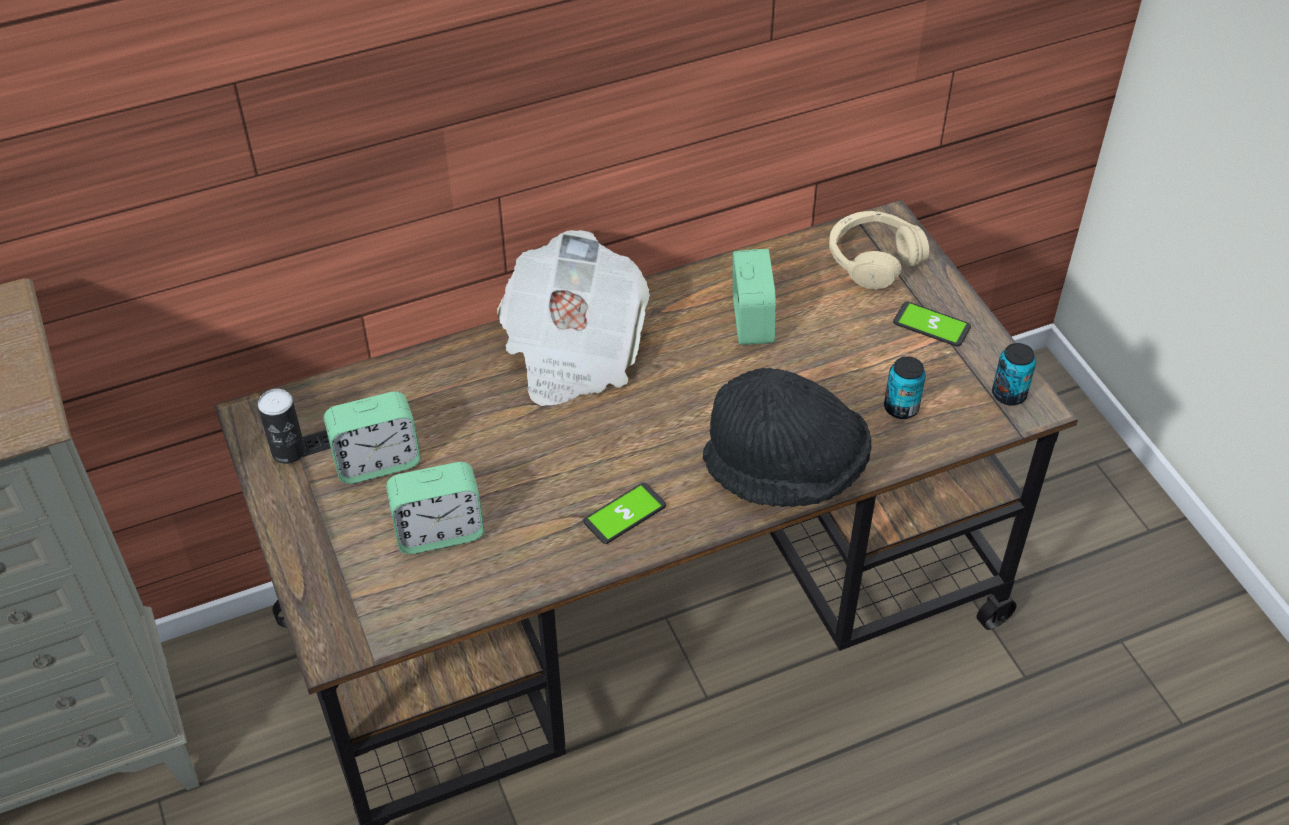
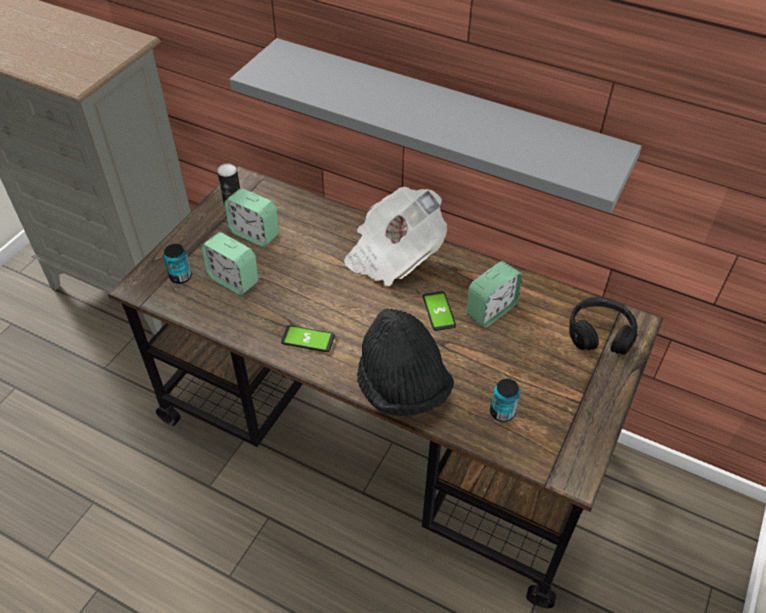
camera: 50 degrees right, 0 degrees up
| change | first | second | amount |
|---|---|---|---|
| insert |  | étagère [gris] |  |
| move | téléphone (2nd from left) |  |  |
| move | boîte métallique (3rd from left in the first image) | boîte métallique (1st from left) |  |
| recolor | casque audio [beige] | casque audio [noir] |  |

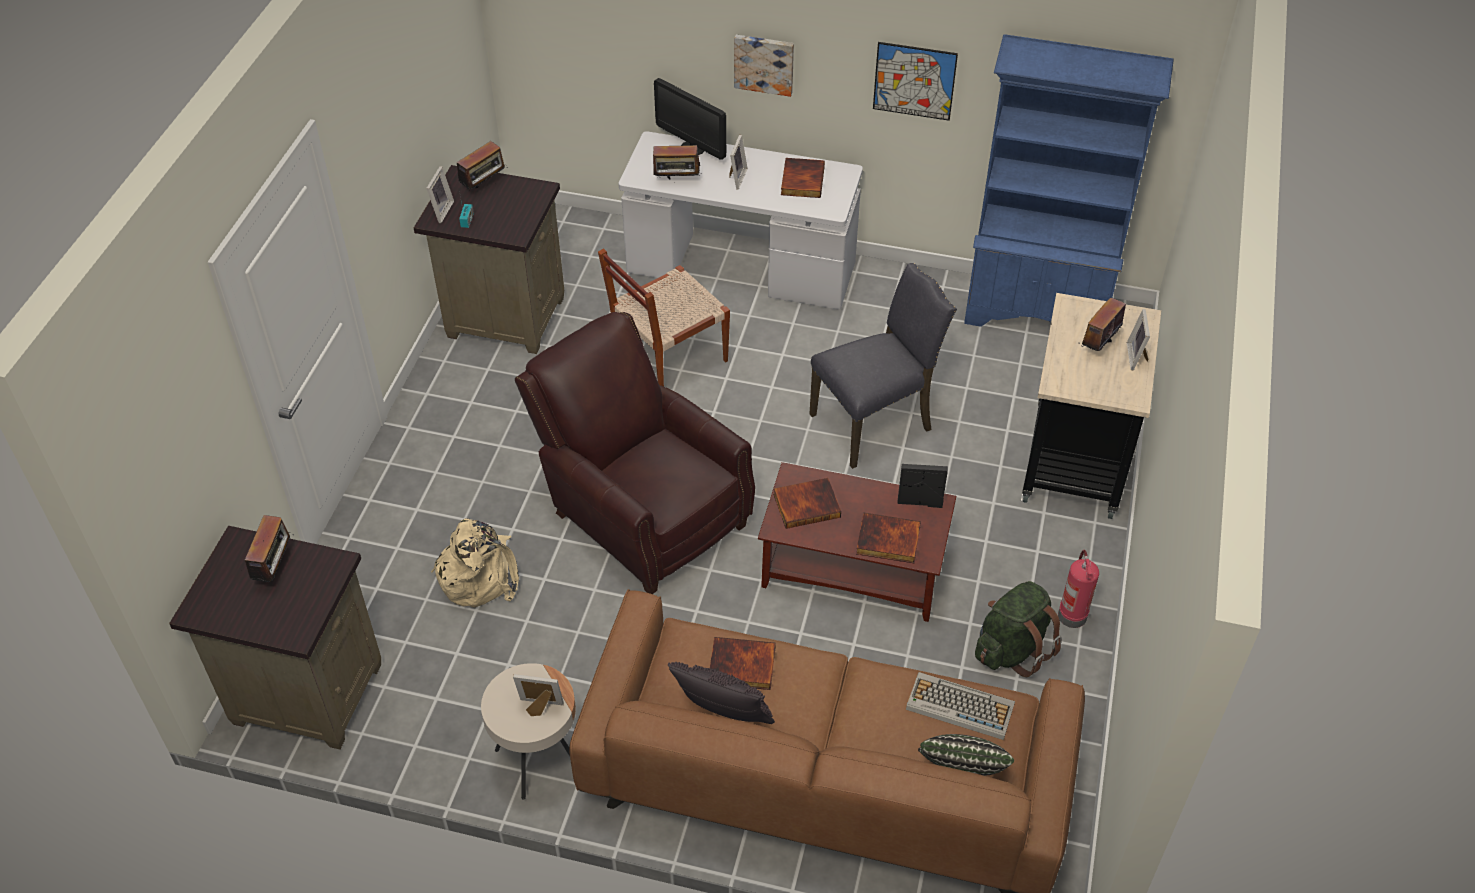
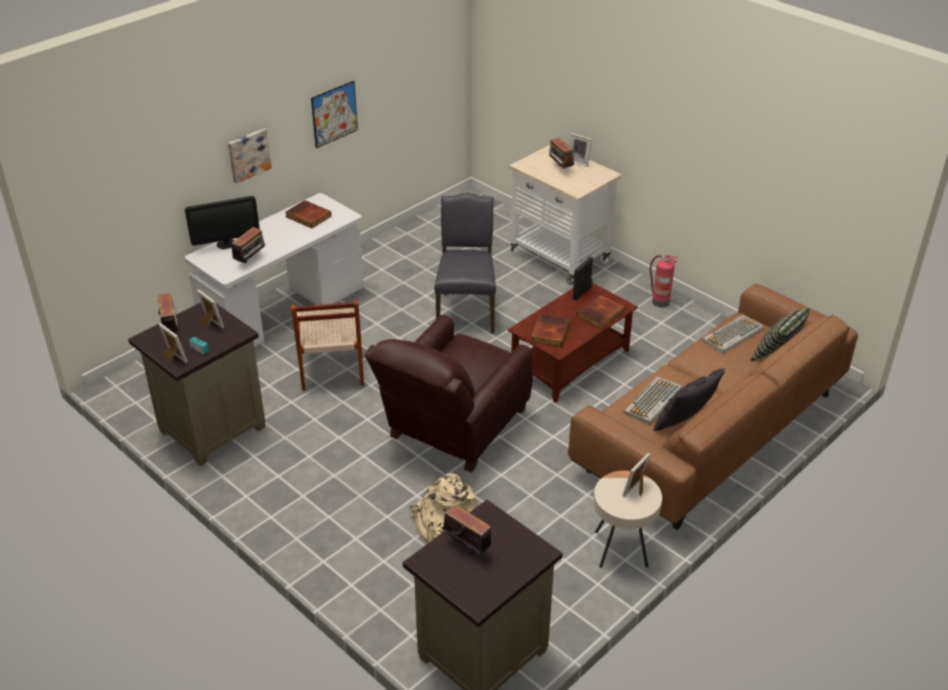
camera: 60 degrees left, 10 degrees down
| change | first | second | amount |
|---|---|---|---|
| delete | bibliothèque [bleu] |  |  |
| delete | sac à dos [vert] |  |  |
| move | cadre photo (3rd from left in the first image) | cadre photo (2nd from left) |  |
| replace | livre (1st from left) | clavier (1st from left) |  |
| recolor | chariot [noir] | chariot [blanc] |  |
| rotate | fauteuil [marron] |  | 45 degrees counterclockwise |

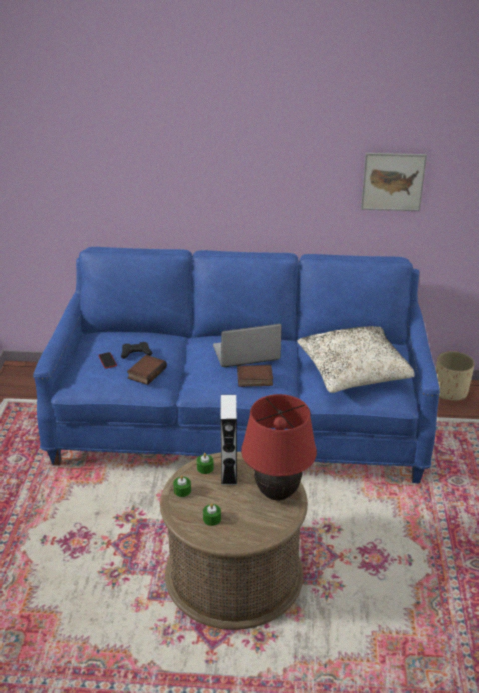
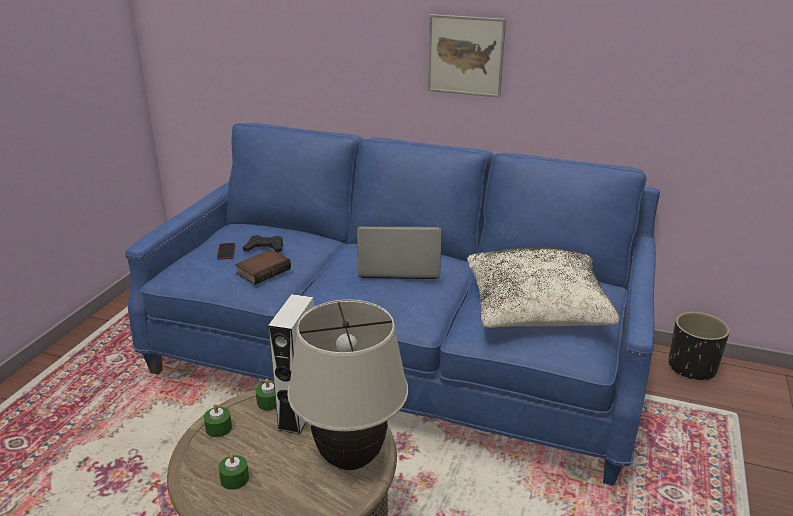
camera: 15 degrees right, 5 degrees down
| change | first | second | amount |
|---|---|---|---|
| delete | livre (2nd from left) |  |  |
| move | tableau |  |  |
| recolor | lampe de table [rouge] | lampe de table [beige] |  |
| recolor | cache-pot [beige] | cache-pot [noir] |  |

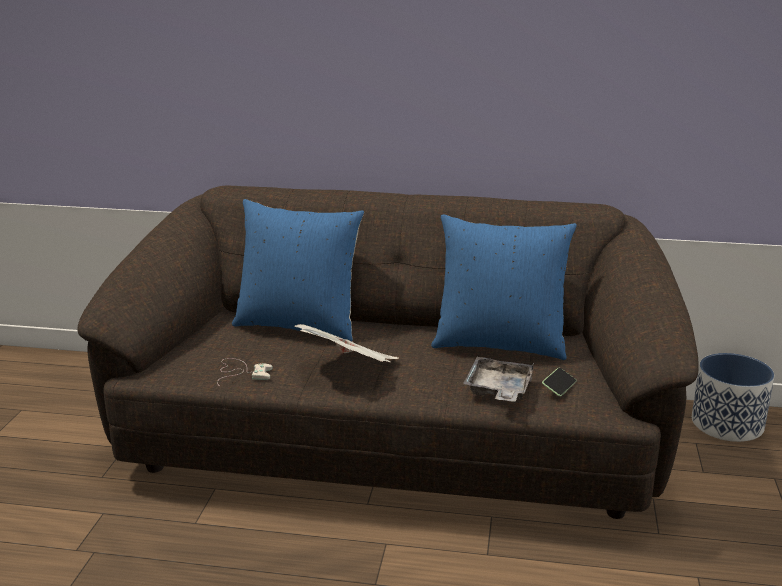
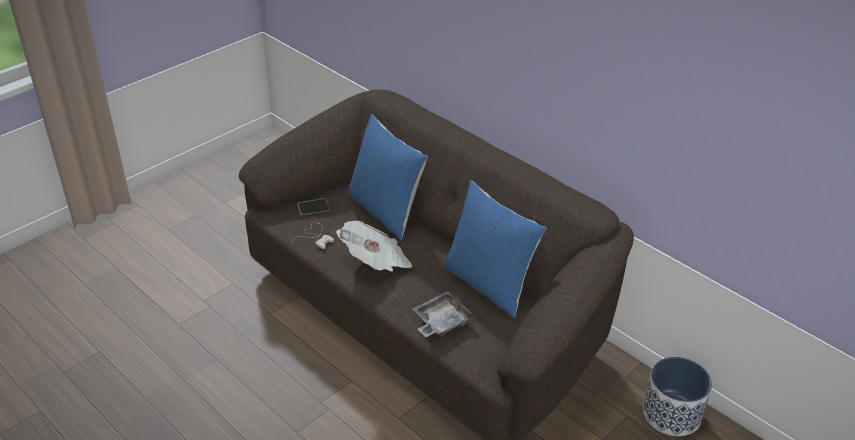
camera: 35 degrees right, 15 degrees up
| change | first | second | amount |
|---|---|---|---|
| move | téléphone |  |  |

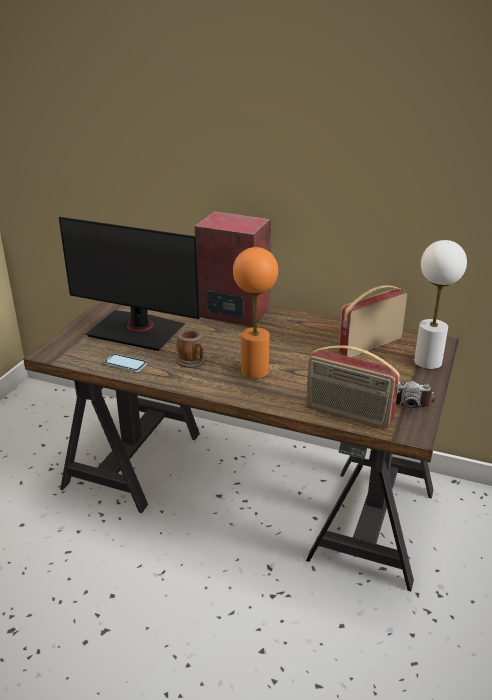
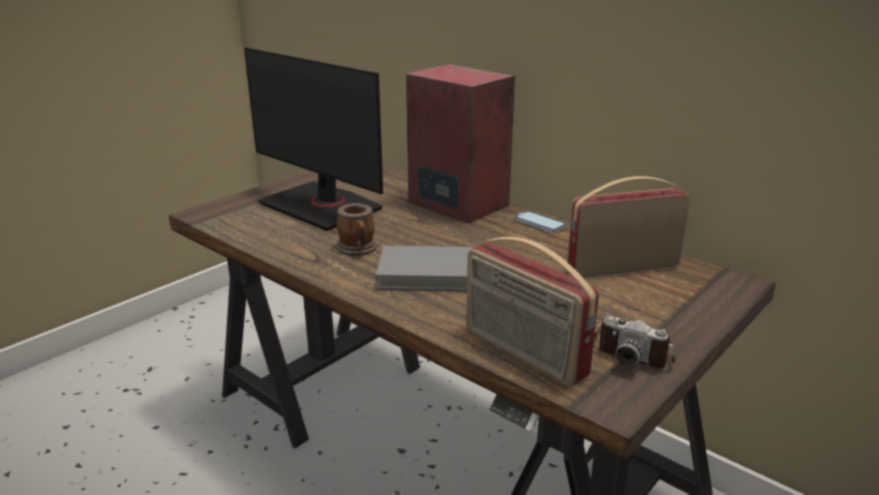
camera: 20 degrees right, 5 degrees down
| change | first | second | amount |
|---|---|---|---|
| delete | lampe de table [blanc] |  |  |
| move | téléphone |  |  |
| replace | lampe de table [orange] | livre [gris] |  |

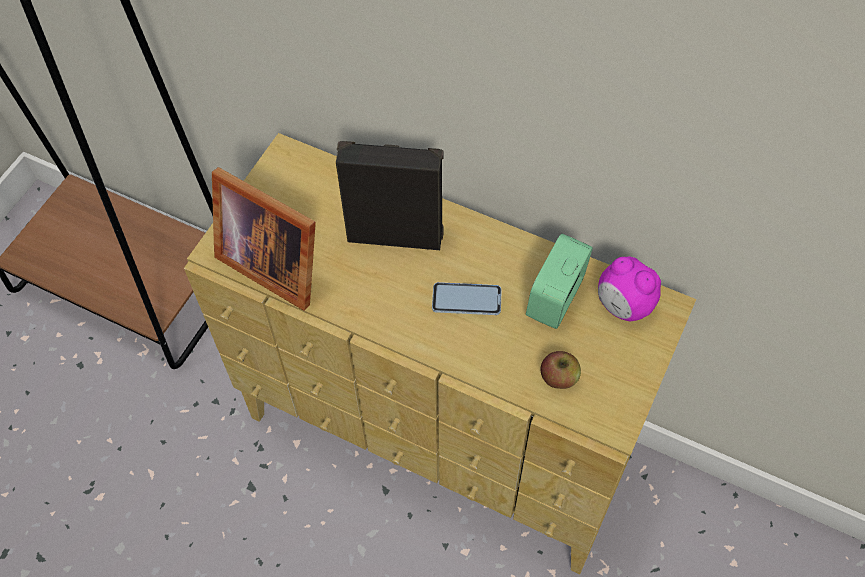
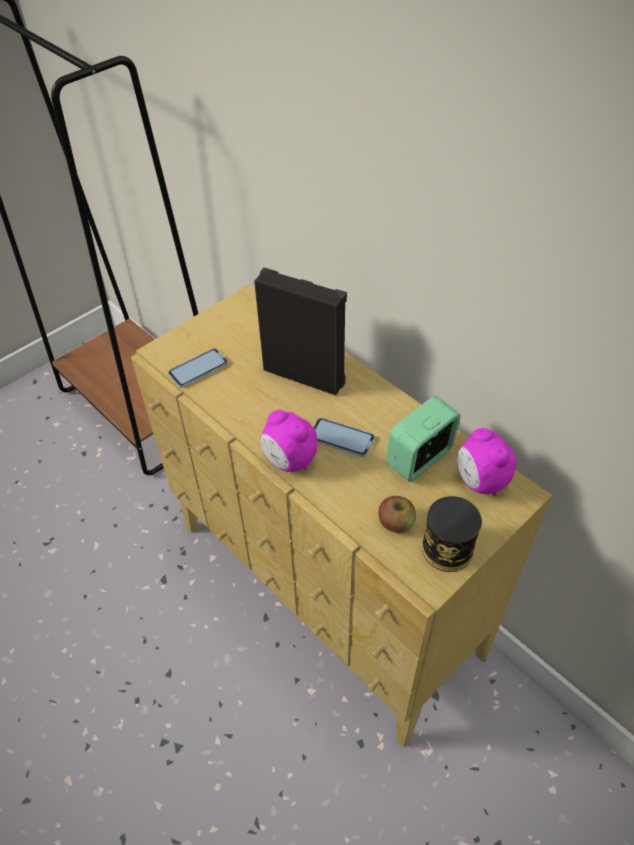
camera: 20 degrees right, 10 degrees down
| change | first | second | amount |
|---|---|---|---|
| insert |  | réveil (1st from left) |  |
| insert |  | boîte métallique |  |
| replace | cadre photo | téléphone (1st from left) |  |

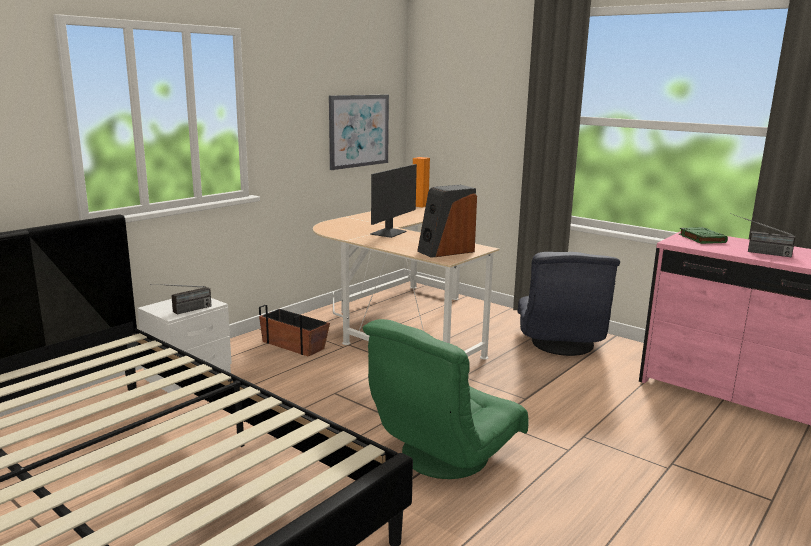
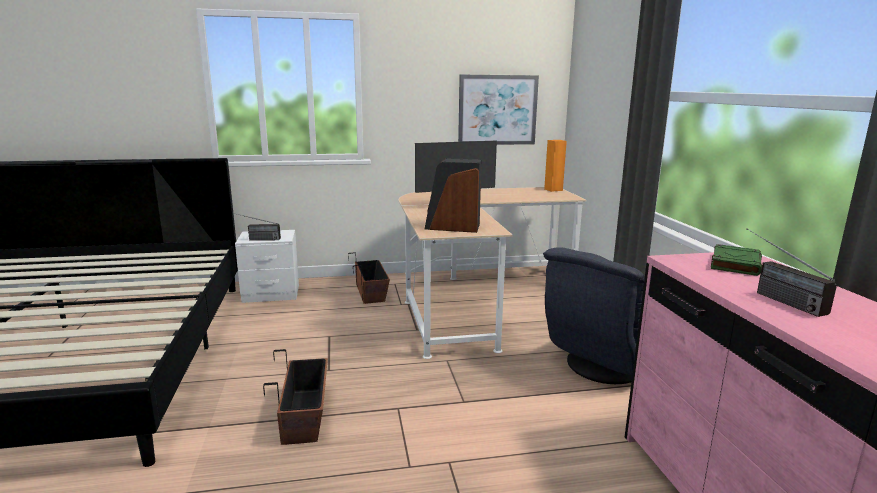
camera: 40 degrees right, 0 degrees up
| change | first | second | amount |
|---|---|---|---|
| replace | fauteuil [vert] | cache-pot (1st from left) |  |

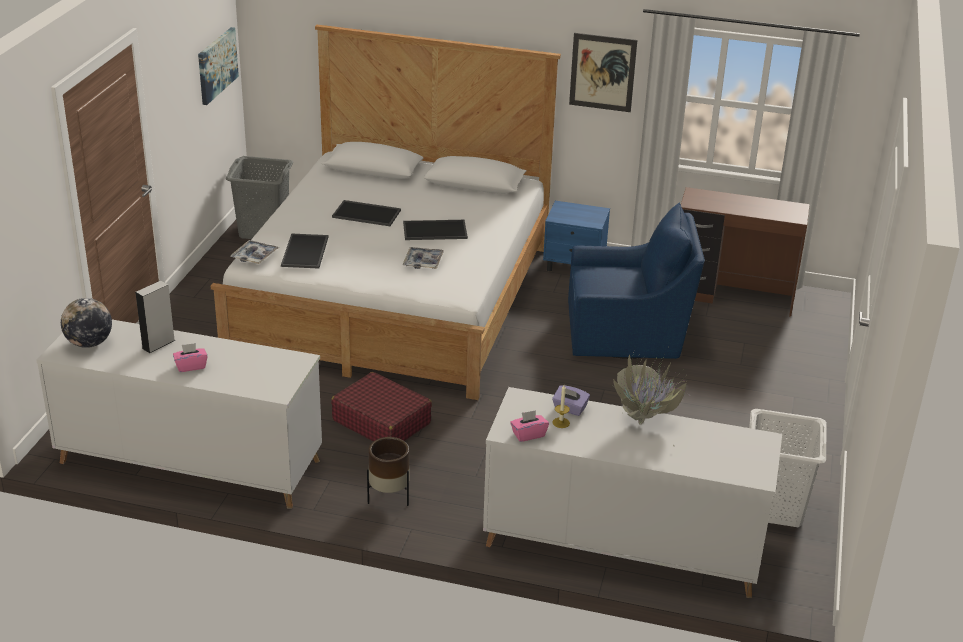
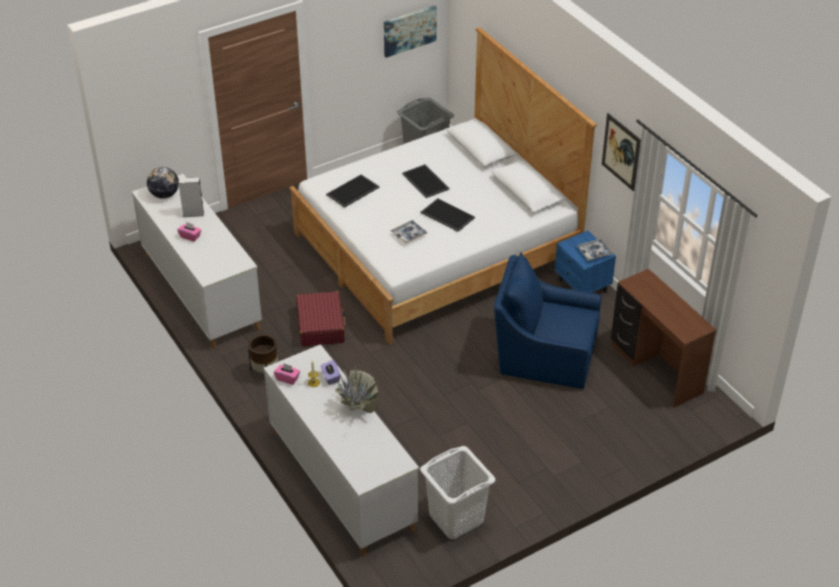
camera: 45 degrees right, 10 degrees up
| change | first | second | amount |
|---|---|---|---|
| move | plateau (1st from left in the first image) | plateau (5th from left) |  |
| rotate | fauteuil [bleu] |  | 150 degrees clockwise |

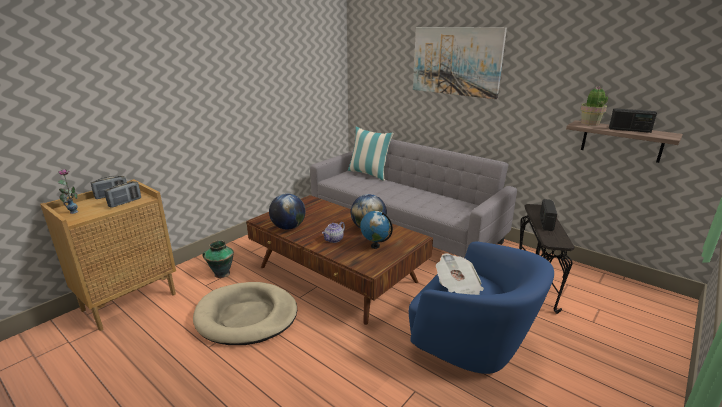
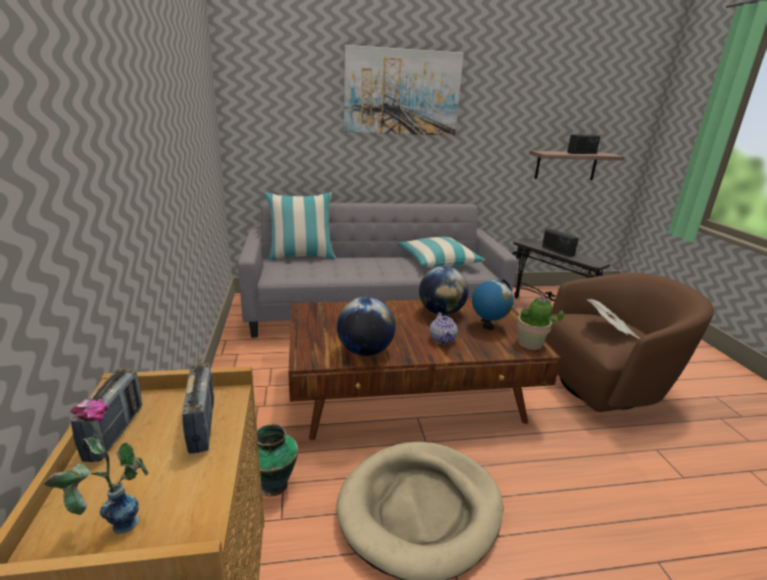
camera: 50 degrees left, 0 degrees up
| change | first | second | amount |
|---|---|---|---|
| insert |  | coussin (2nd from left) |  |
| move | plante en pot |  |  |
| recolor | fauteuil [bleu] | fauteuil [marron] |  |

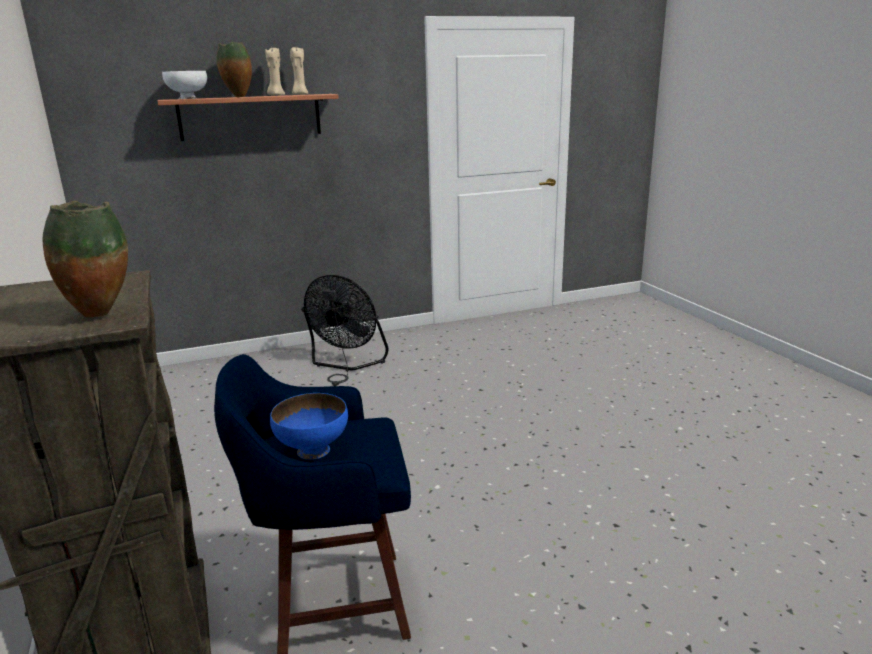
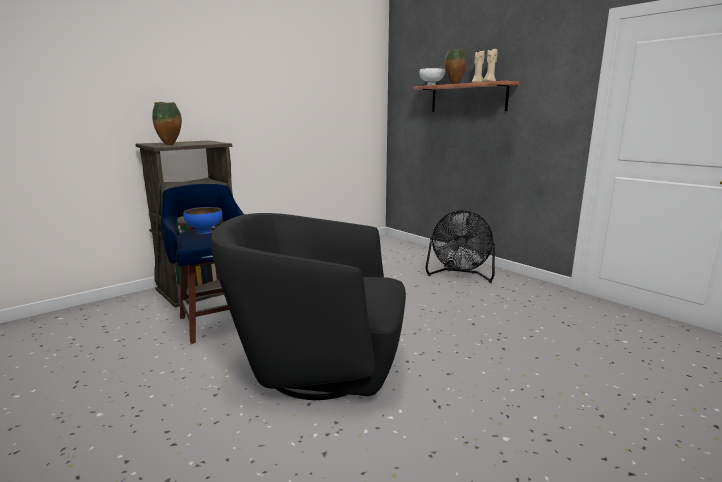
camera: 70 degrees right, 5 degrees down
| change | first | second | amount |
|---|---|---|---|
| insert |  | fauteuil [noir] |  |
| rotate | ventilateur [noir] |  | 105 degrees clockwise |

